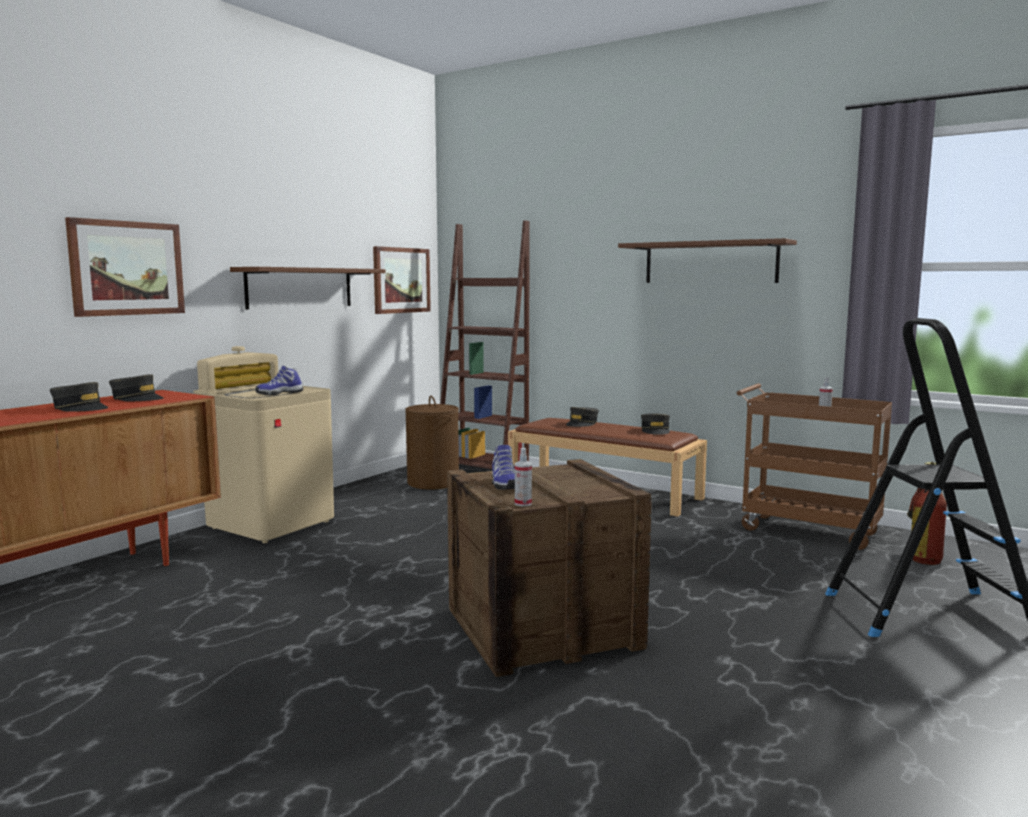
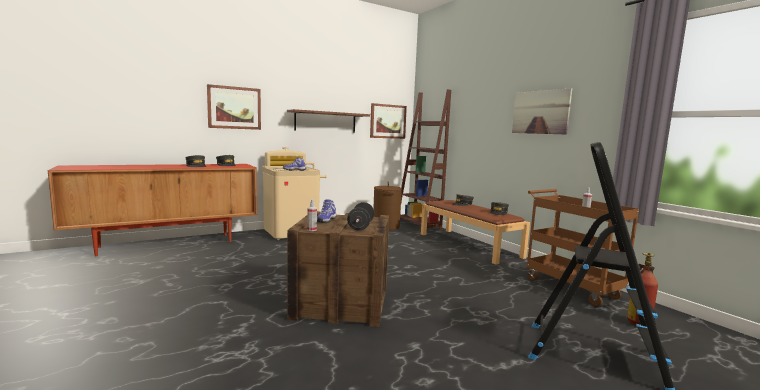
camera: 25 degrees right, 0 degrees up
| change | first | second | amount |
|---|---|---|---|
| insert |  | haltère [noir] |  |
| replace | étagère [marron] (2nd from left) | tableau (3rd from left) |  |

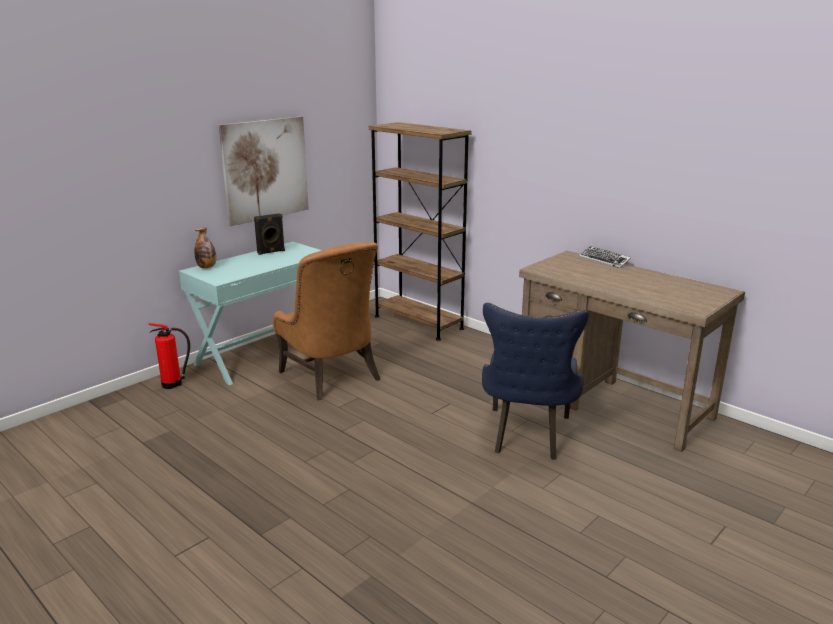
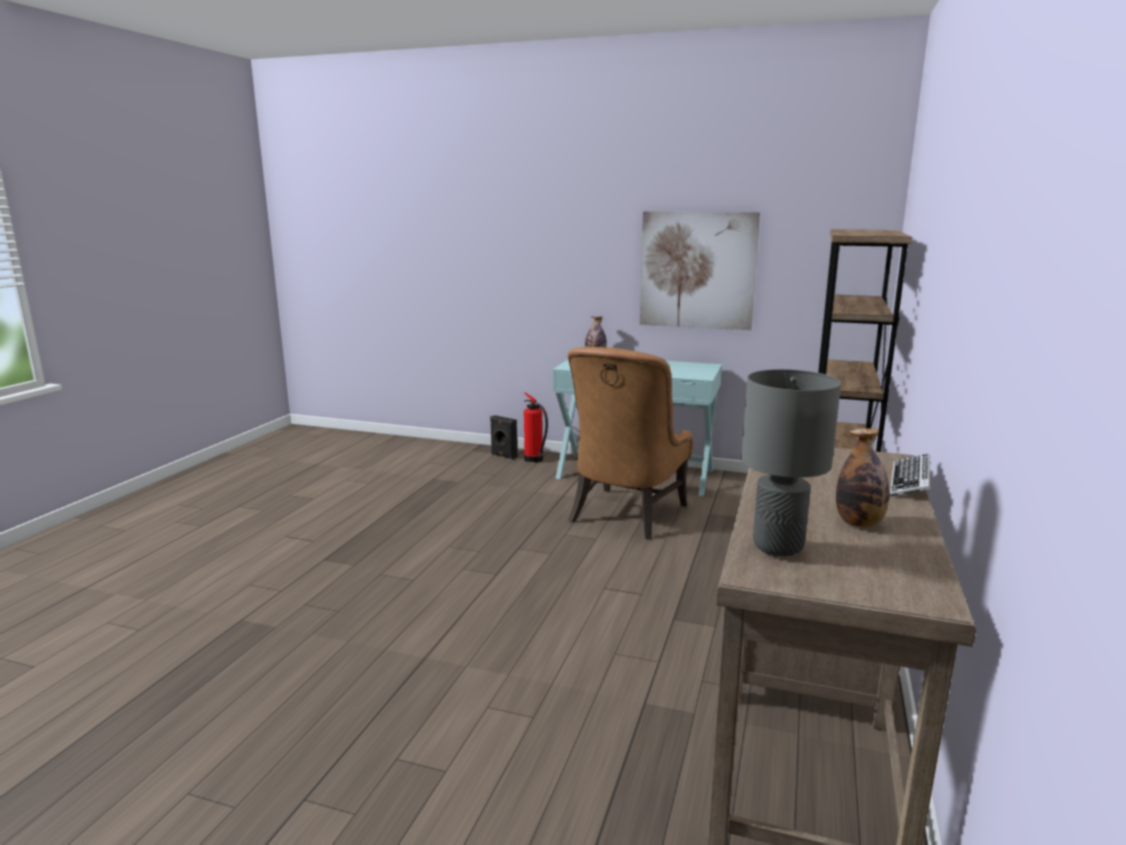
camera: 65 degrees right, 5 degrees down
| change | first | second | amount |
|---|---|---|---|
| delete | chaise [bleu] |  |  |
| insert |  | lampe de table [gris] |  |
| insert |  | bouteille (2nd from left) |  |
| move | enceinte [noir] |  |  |

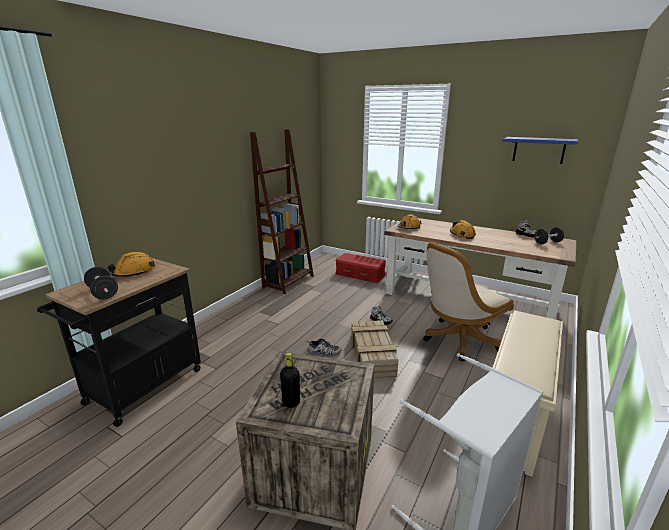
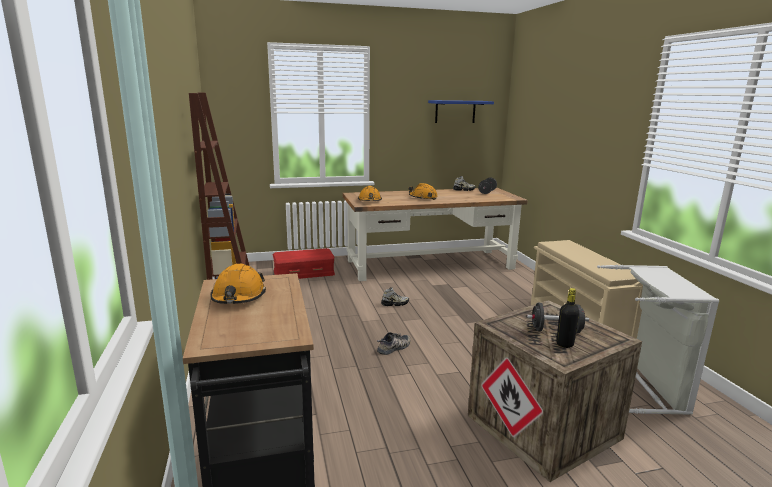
camera: 45 degrees left, 5 degrees down
| change | first | second | amount |
|---|---|---|---|
| delete | caisse (2nd from left) |  |  |
| delete | chaise de bureau |  |  |
| move | haltère [noir] (1st from left in the first image) | haltère [noir] (2nd from left) |  |

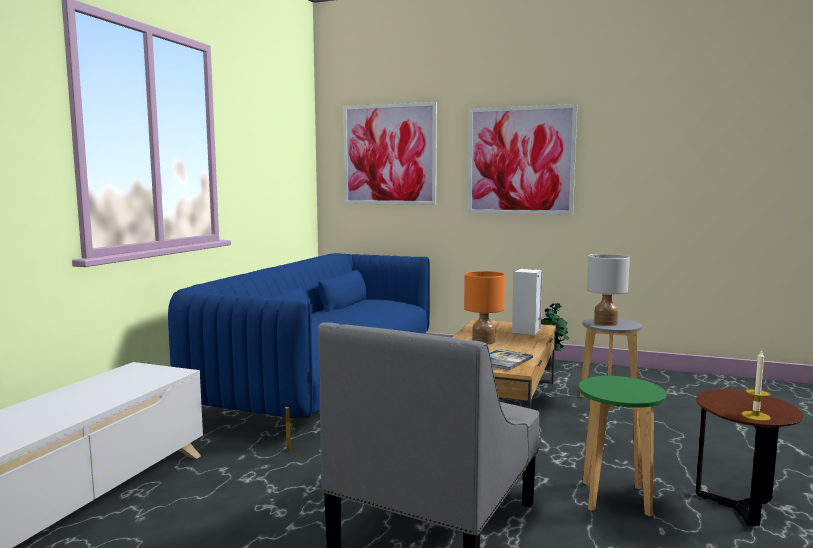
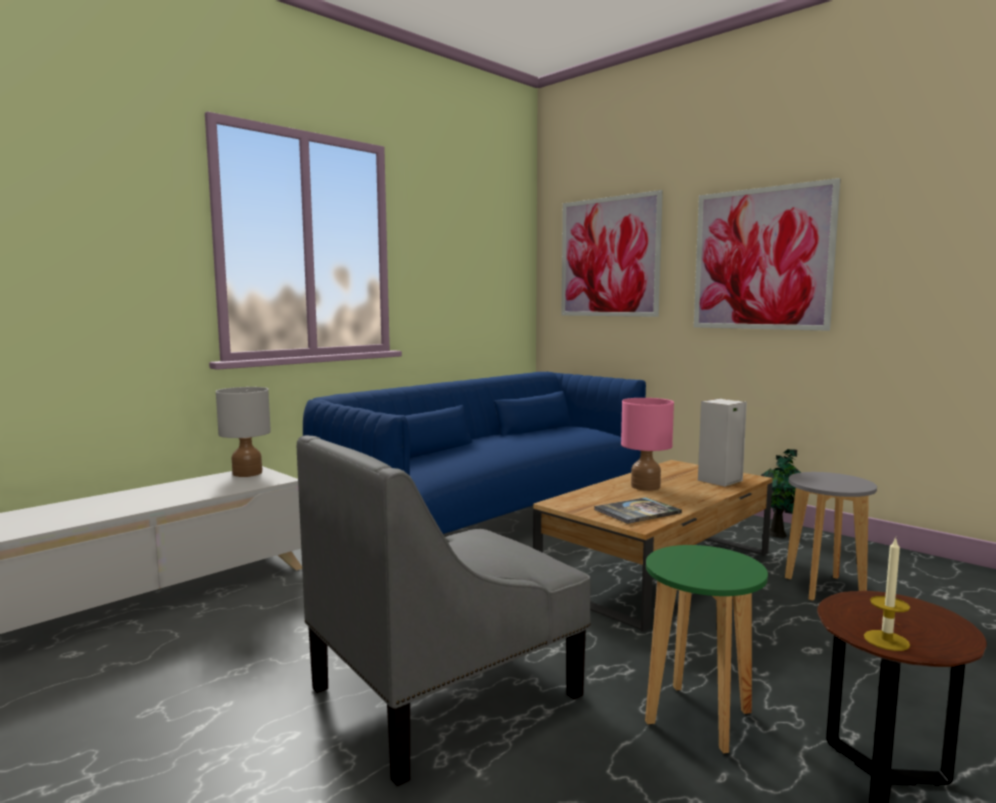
camera: 25 degrees right, 0 degrees up
| change | first | second | amount |
|---|---|---|---|
| move | lampe de table [gris] |  |  |
| recolor | lampe de table [orange] | lampe de table [rose] |  |

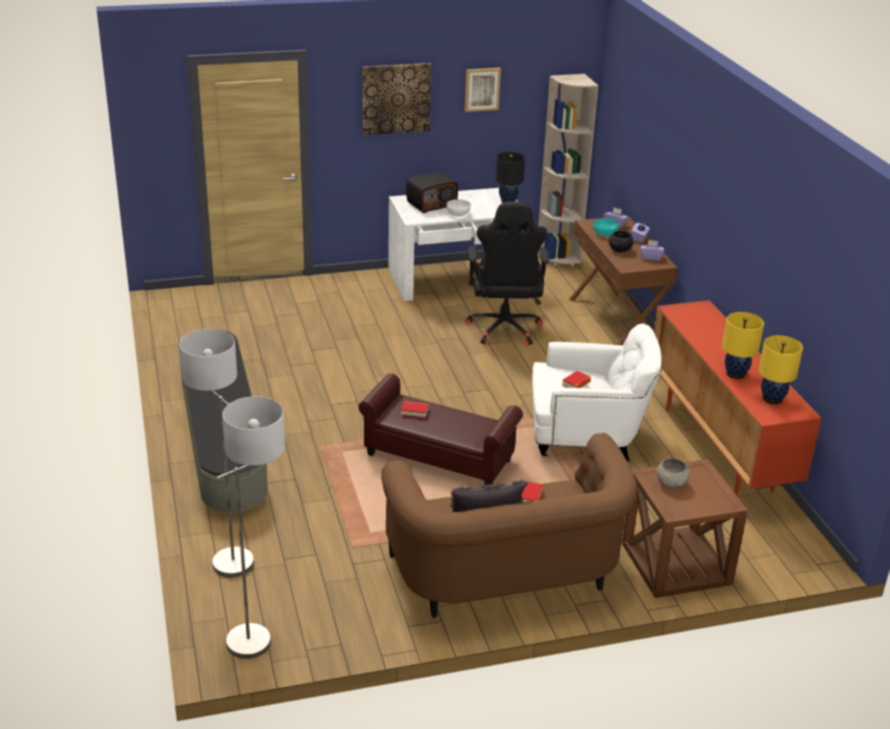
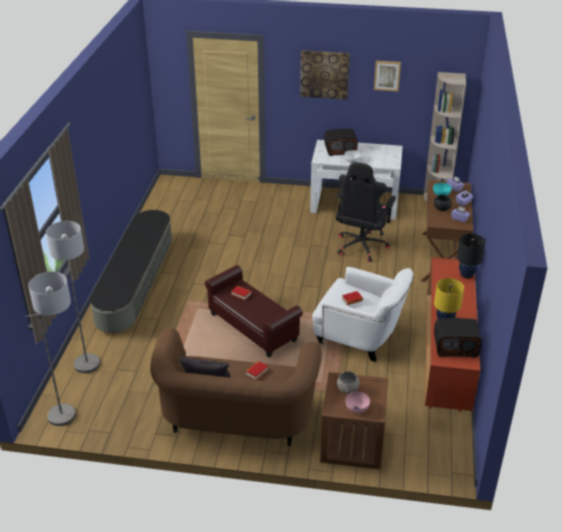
camera: 25 degrees right, 5 degrees up
| change | first | second | amount |
|---|---|---|---|
| insert |  | bol [rose] |  |
| move | lampe de table [noir] |  |  |
| replace | lampe de table [jaune] (2nd from left) | radio (2nd from left) |  |

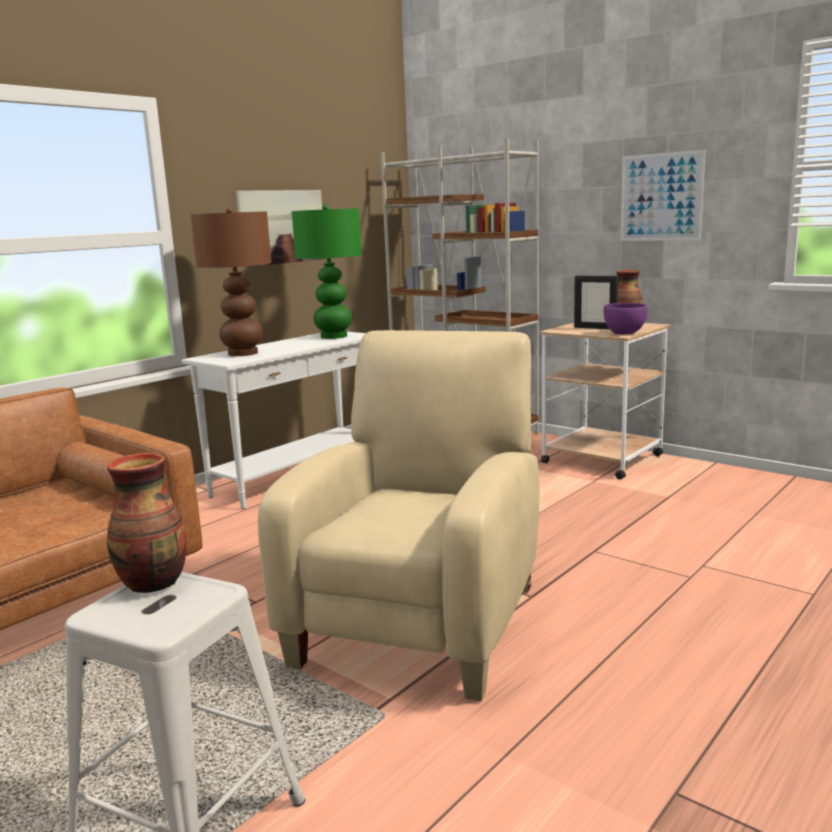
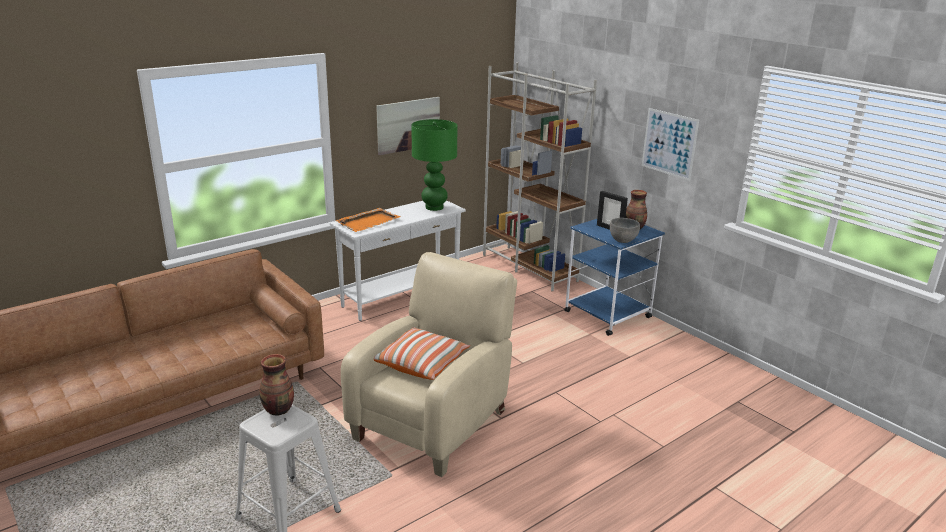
camera: 10 degrees right, 10 degrees up
| change | first | second | amount |
|---|---|---|---|
| insert |  | coussin |  |
| replace | lampe de table [marron] | plateau [orange] |  |
| recolor | chariot [beige] | chariot [bleu] |  |
| recolor | bol [violet] | bol [gris] |  |

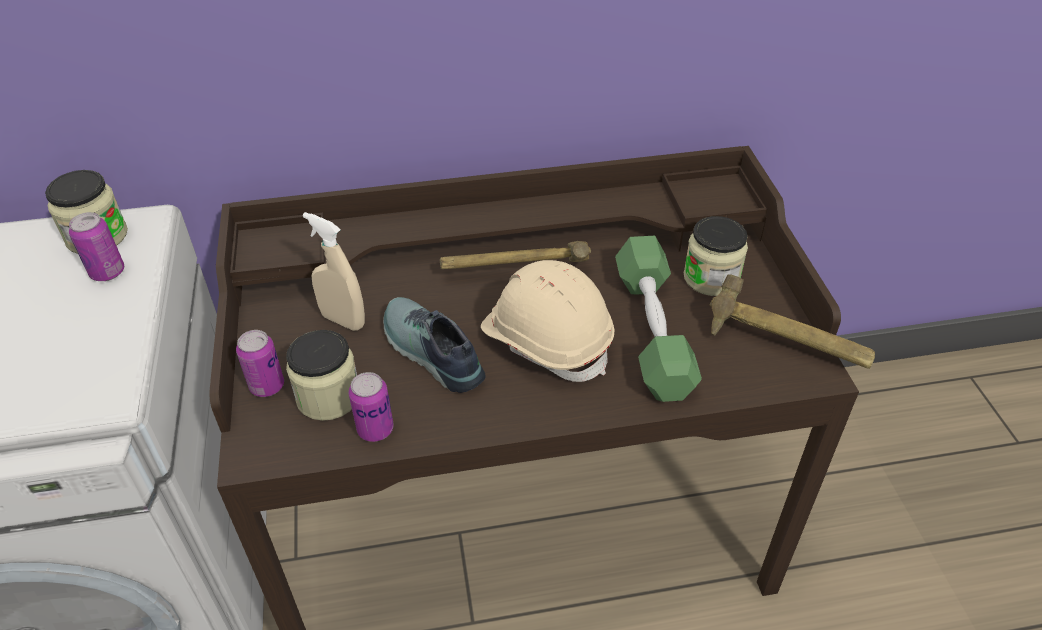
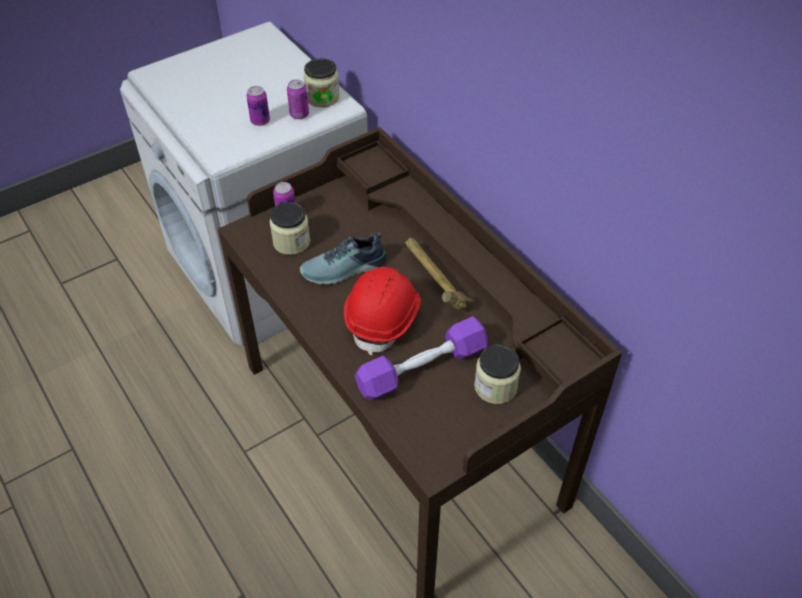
camera: 65 degrees right, 5 degrees up
| change | first | second | amount |
|---|---|---|---|
| delete | vaporisateur [beige] |  |  |
| delete | marteau (2nd from left) |  |  |
| move | boîte métallique (3rd from left in the first image) | boîte métallique (1st from left) |  |
| recolor | casque de chantier [beige] | casque de chantier [rouge] |  |
| recolor | haltère [vert] | haltère [violet] |  |
| rotate | chaussure |  | 135 degrees counterclockwise |

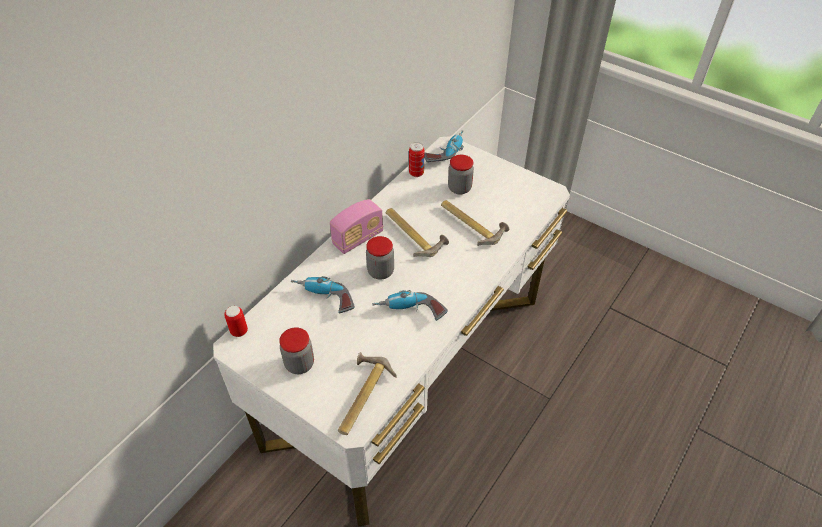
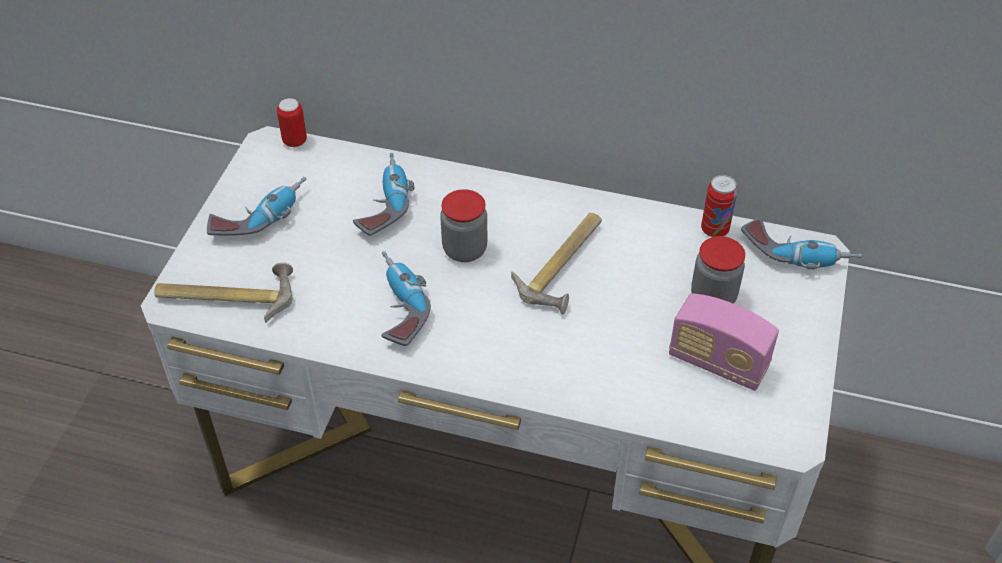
camera: 70 degrees right, 0 degrees up
| change | first | second | amount |
|---|---|---|---|
| delete | marteau (3rd from left) |  |  |
| move | radio |  |  |
| replace | bocal (1st from left) | perceuse (1st from left) |  |

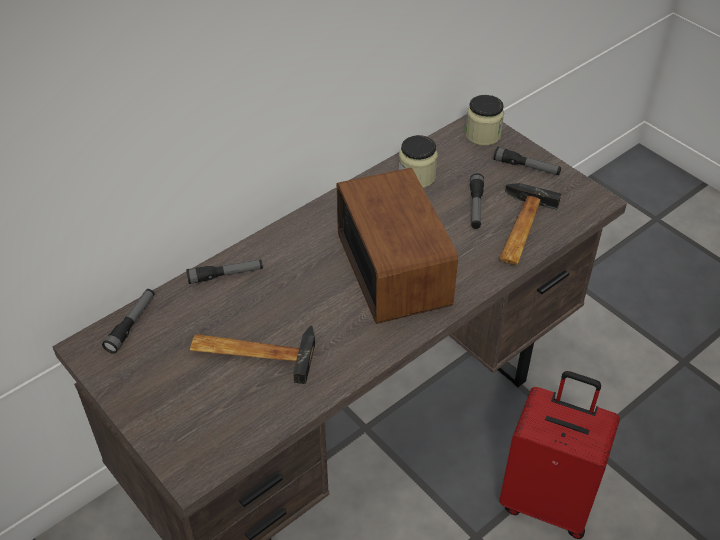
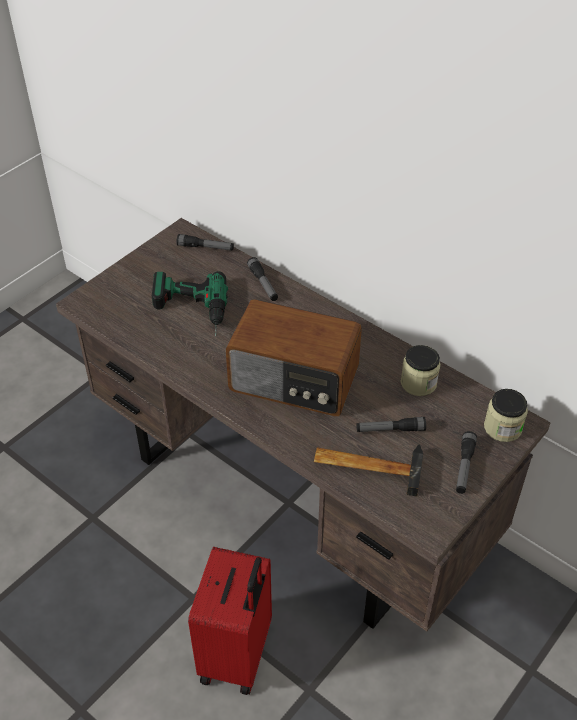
camera: 80 degrees right, 0 degrees up
| change | first | second | amount |
|---|---|---|---|
| replace | marteau (1st from left) | perceuse |  |
| rotate | radio |  | 45 degrees clockwise |

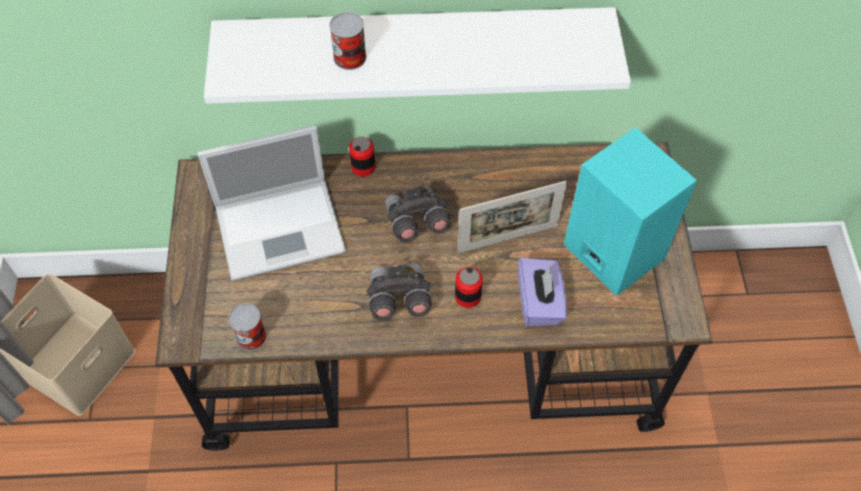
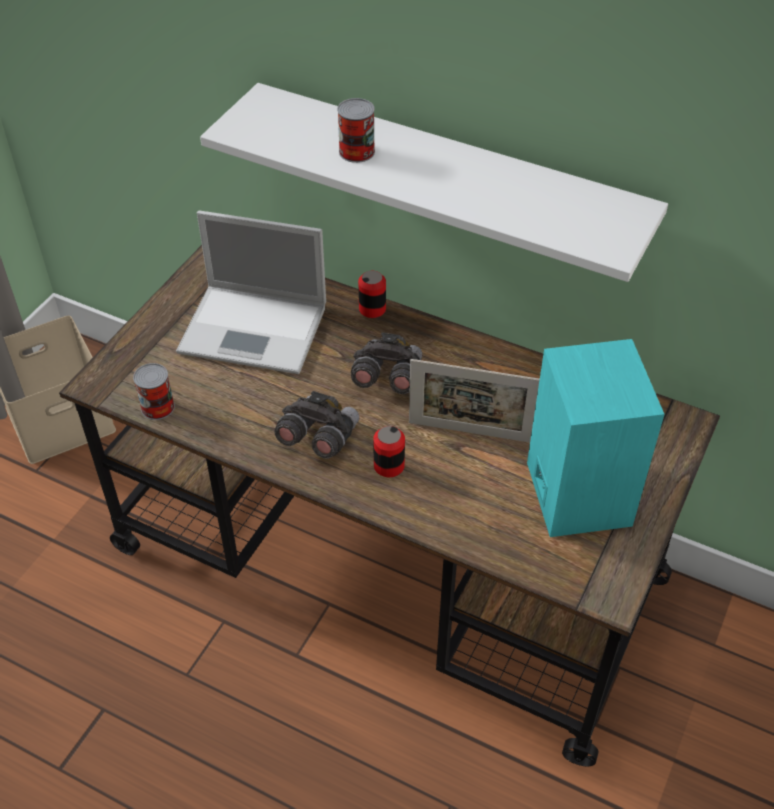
camera: 30 degrees right, 10 degrees down
| change | first | second | amount |
|---|---|---|---|
| delete | boîte à mouchoirs [violet] |  |  |

